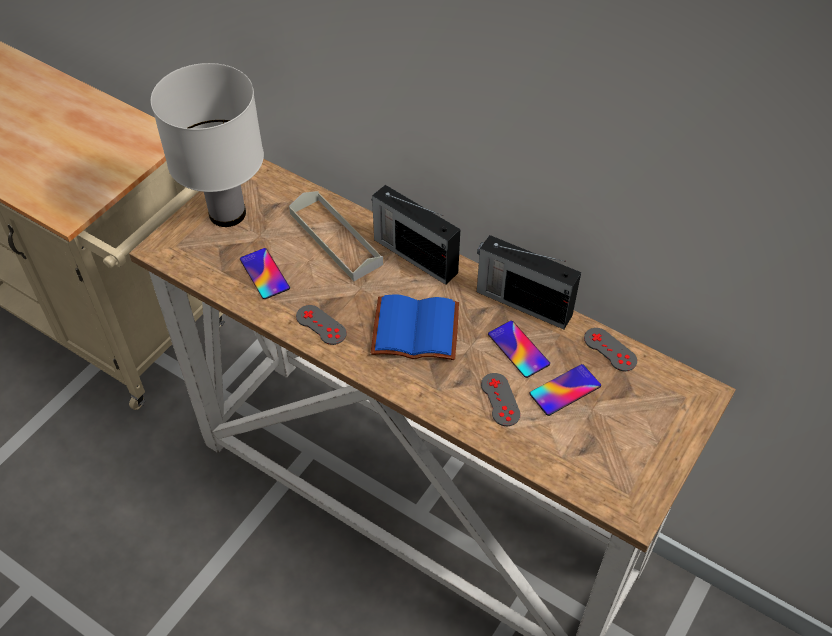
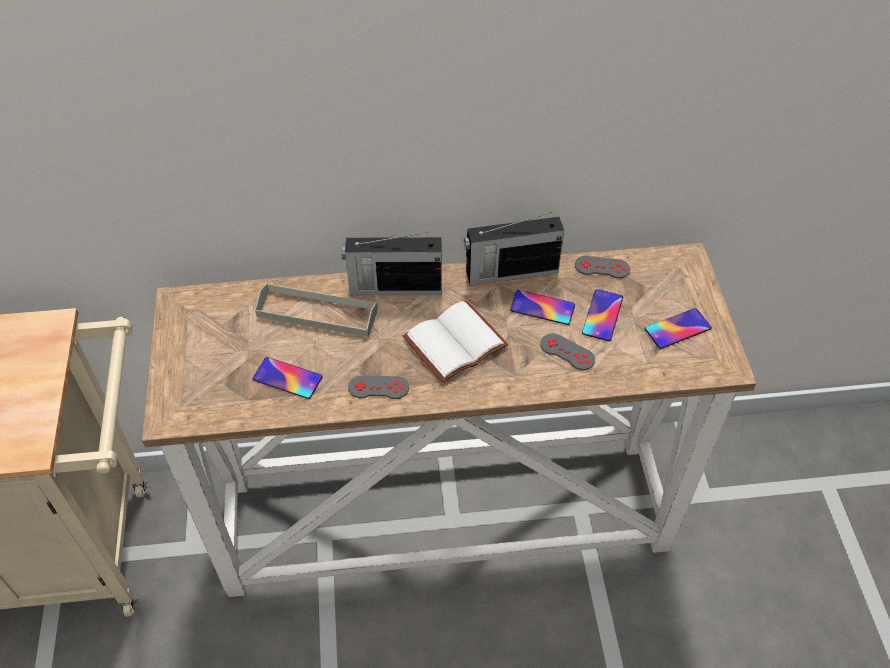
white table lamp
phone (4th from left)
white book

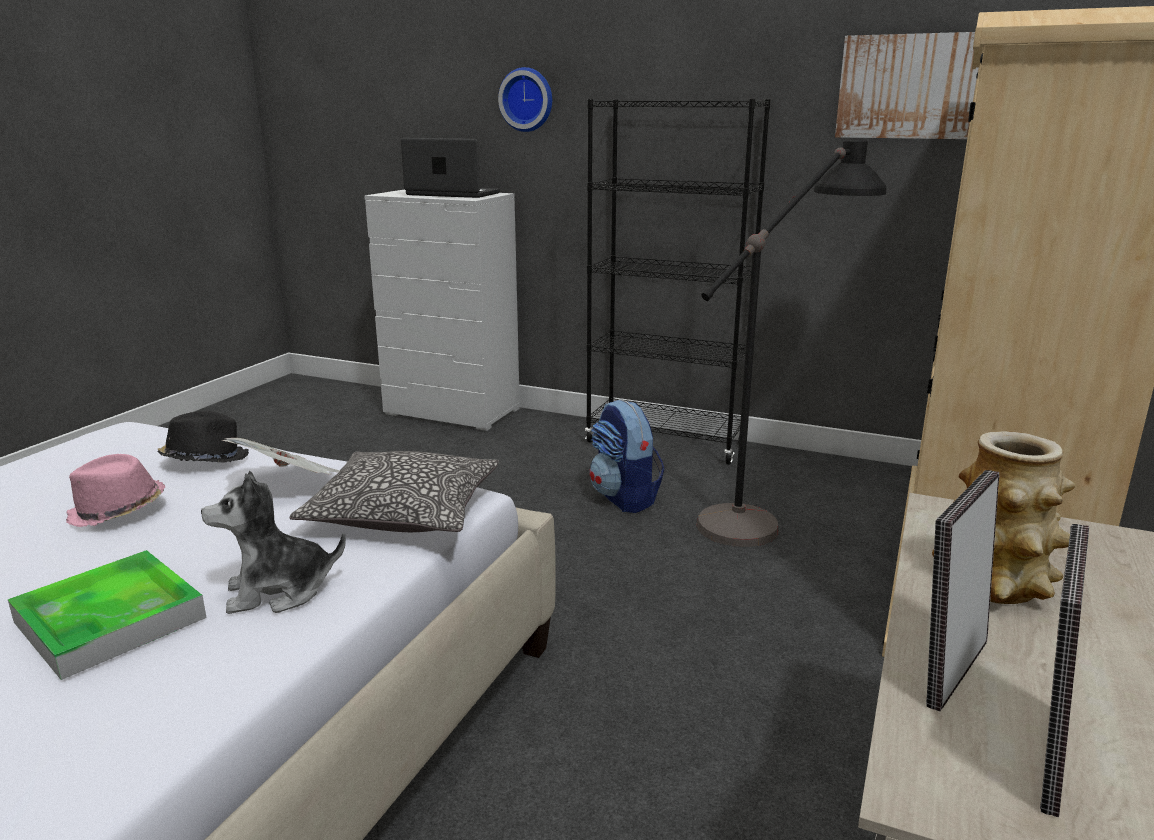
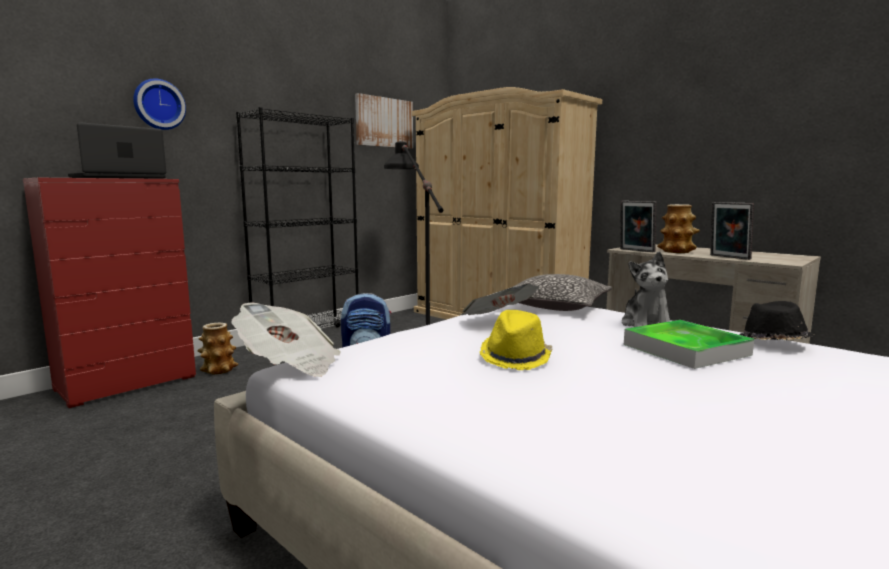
vase (1st from left)
newspaper (1st from left)
black hat
picture frame (1st from left)
yellow hat
red dresser

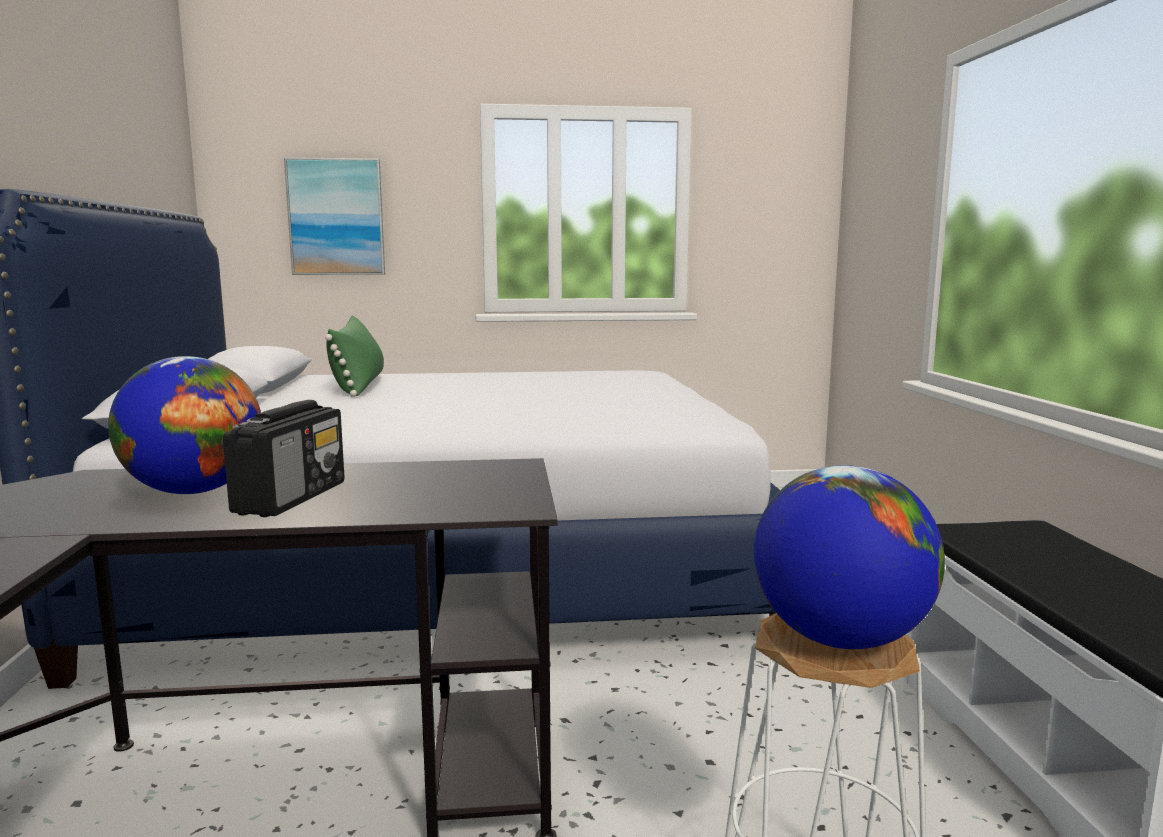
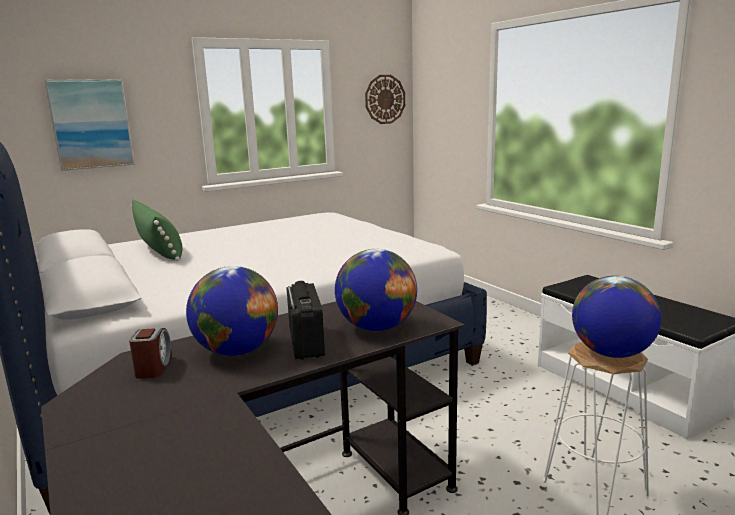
alarm clock
globe (2nd from left)
wall clock

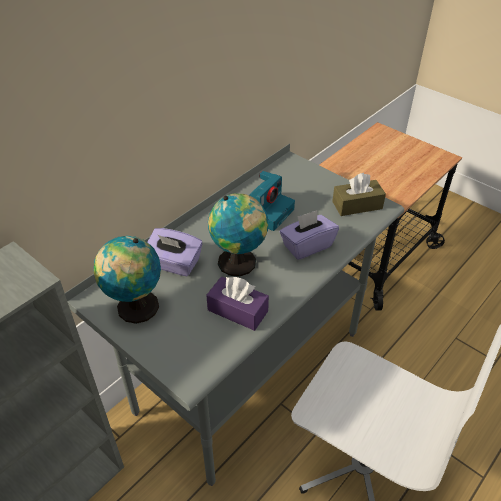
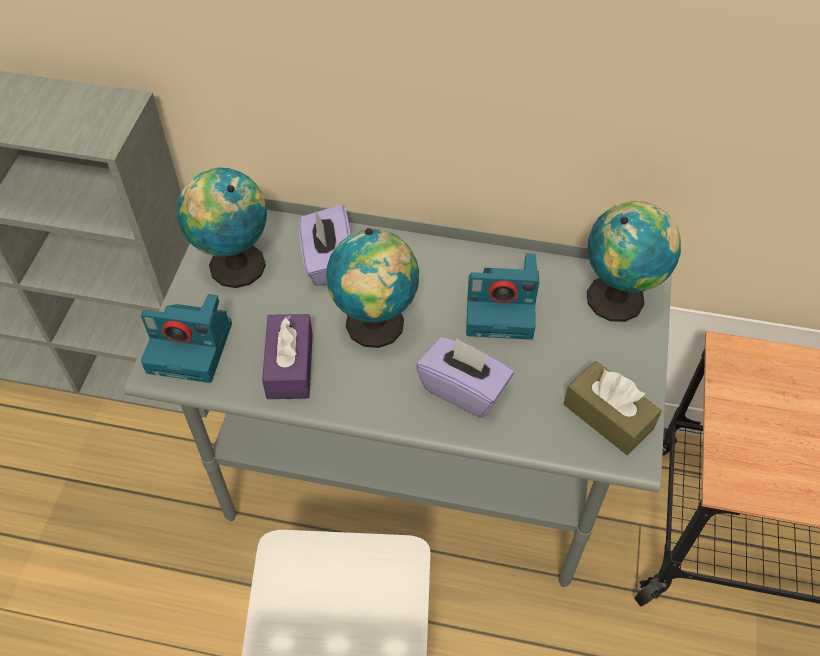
photo camera (1st from left)
globe (3rd from left)

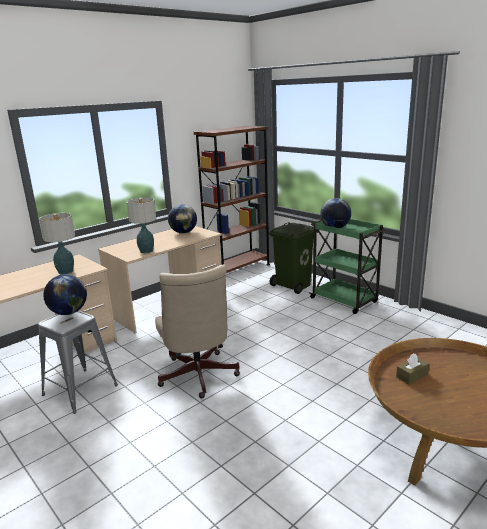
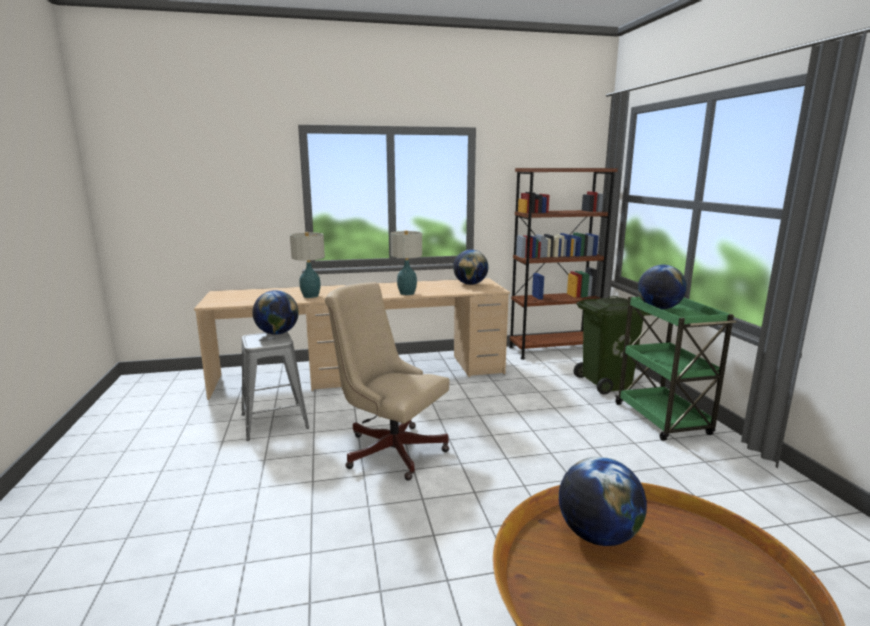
globe (3rd from left)
beige office chair

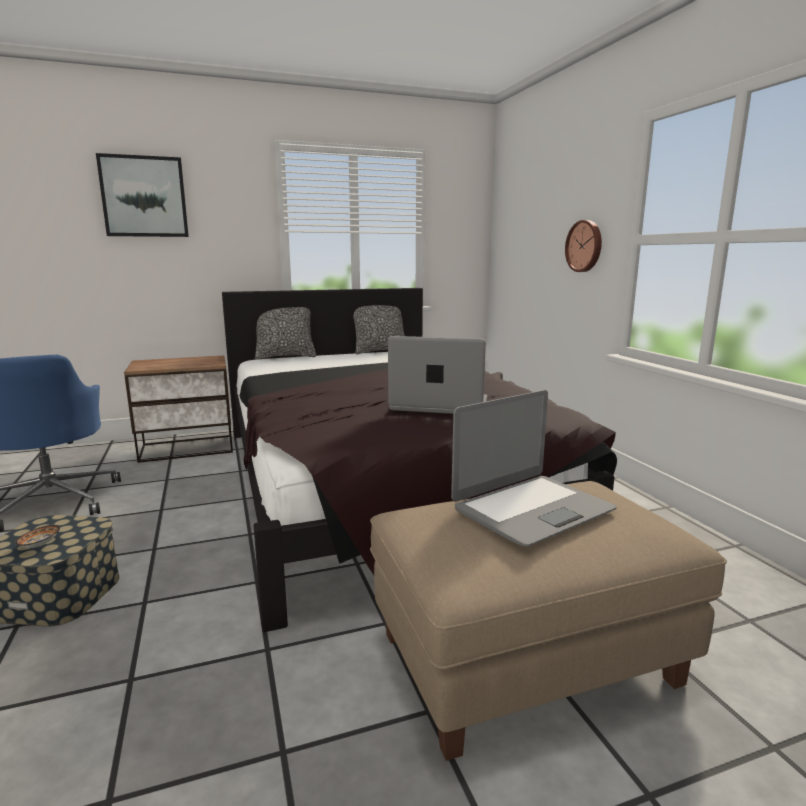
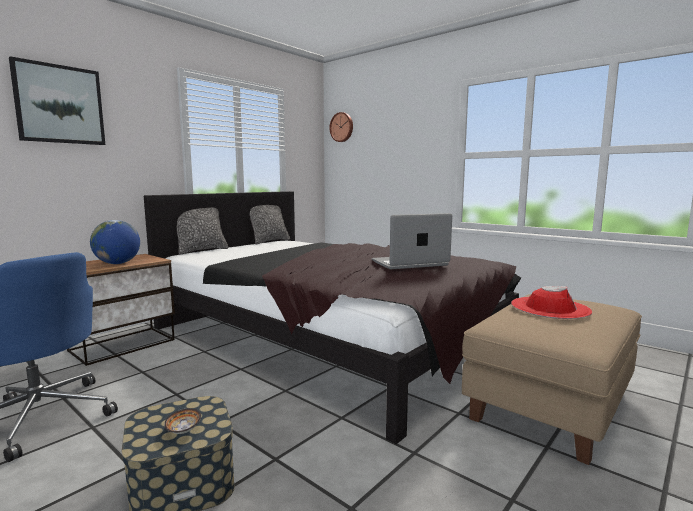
globe
wall clock
red hat

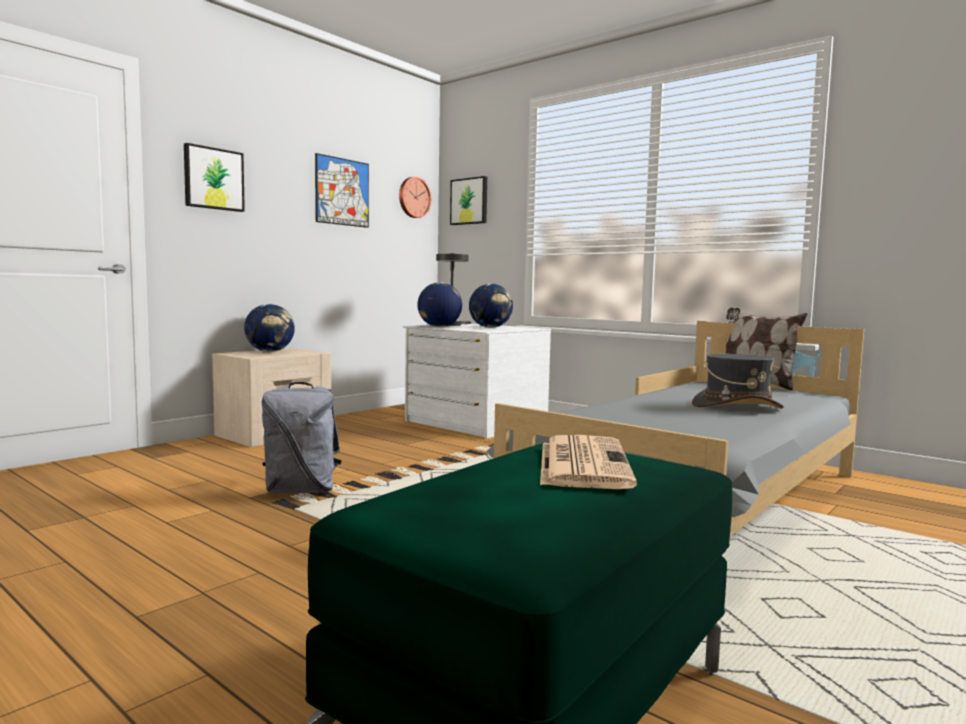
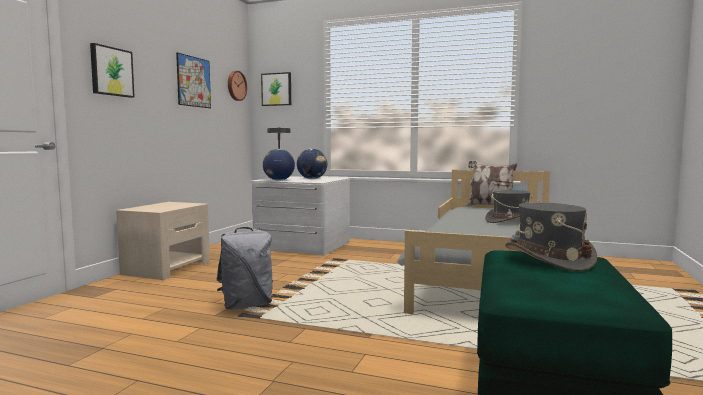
globe (1st from left in the first image)
grey hat (2nd from left)

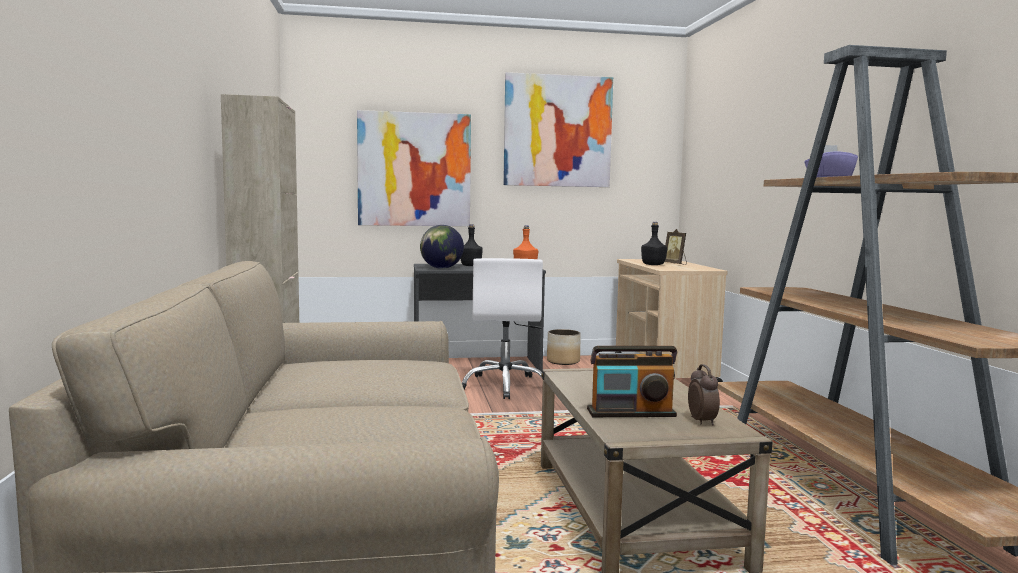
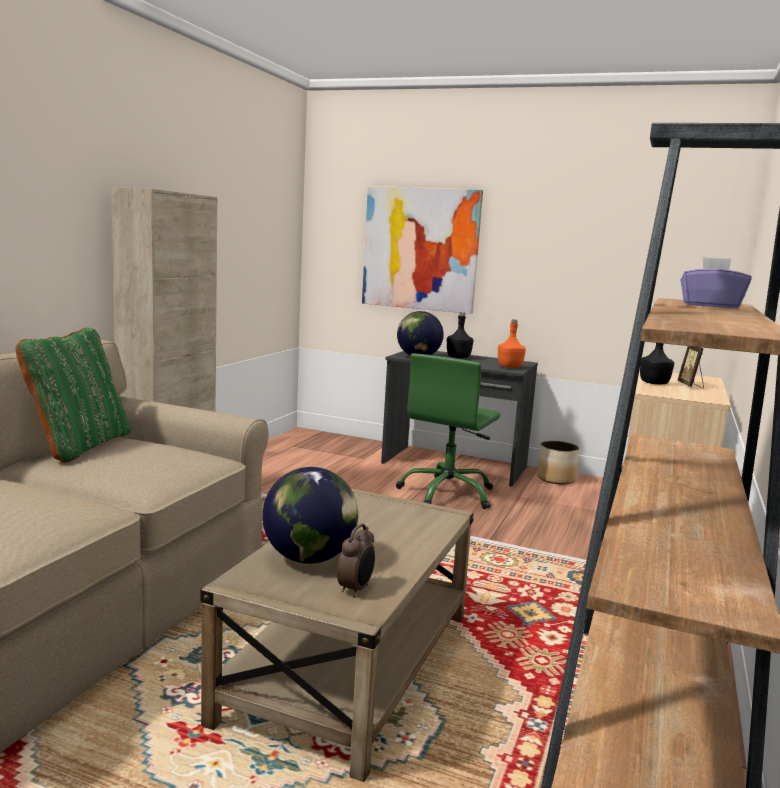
picture (2nd from left in the first image)
green pillow
globe (1st from left)
green office chair

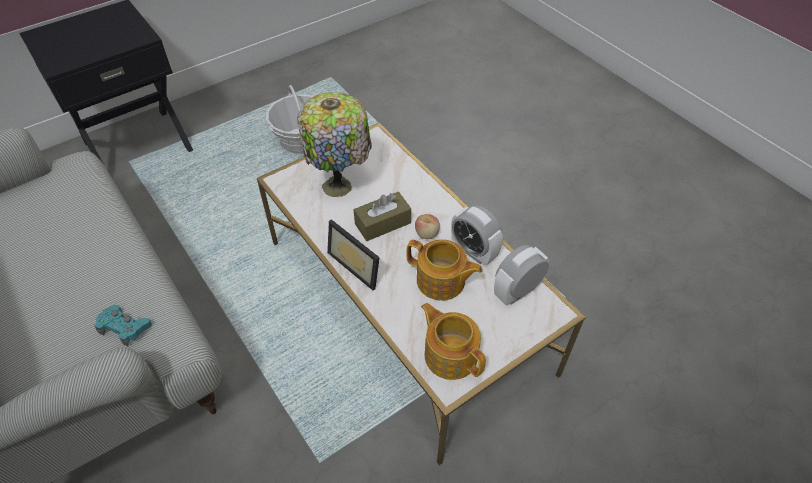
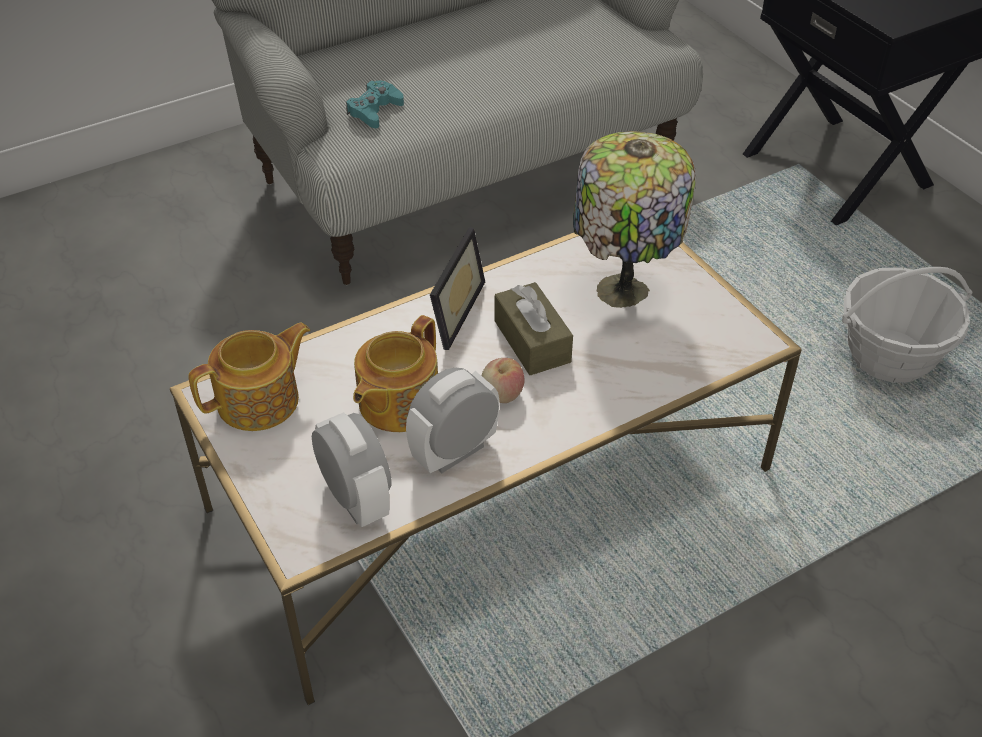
picture frame

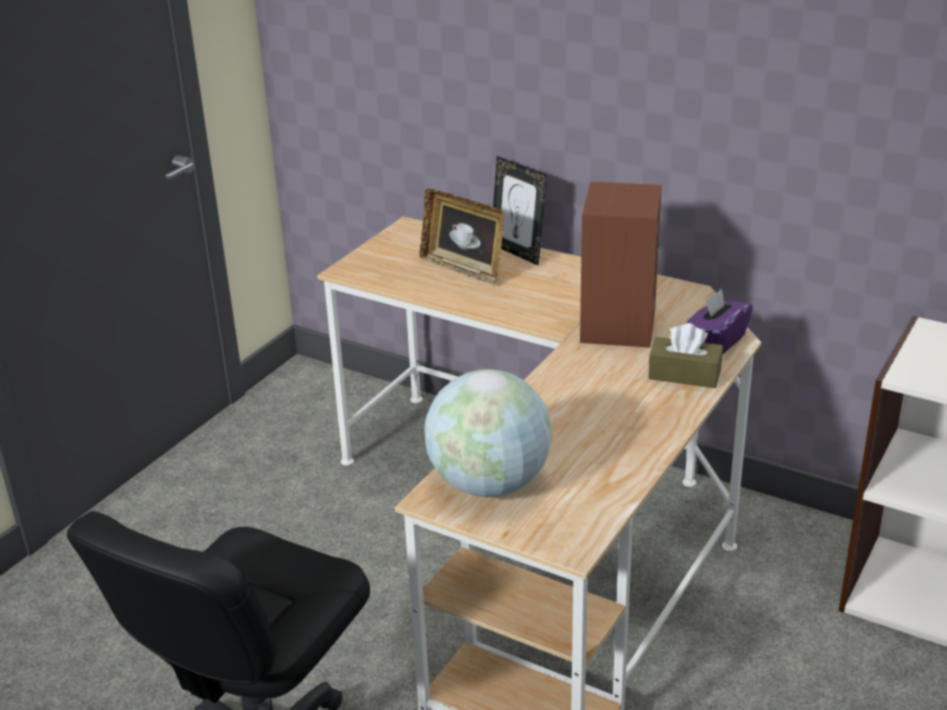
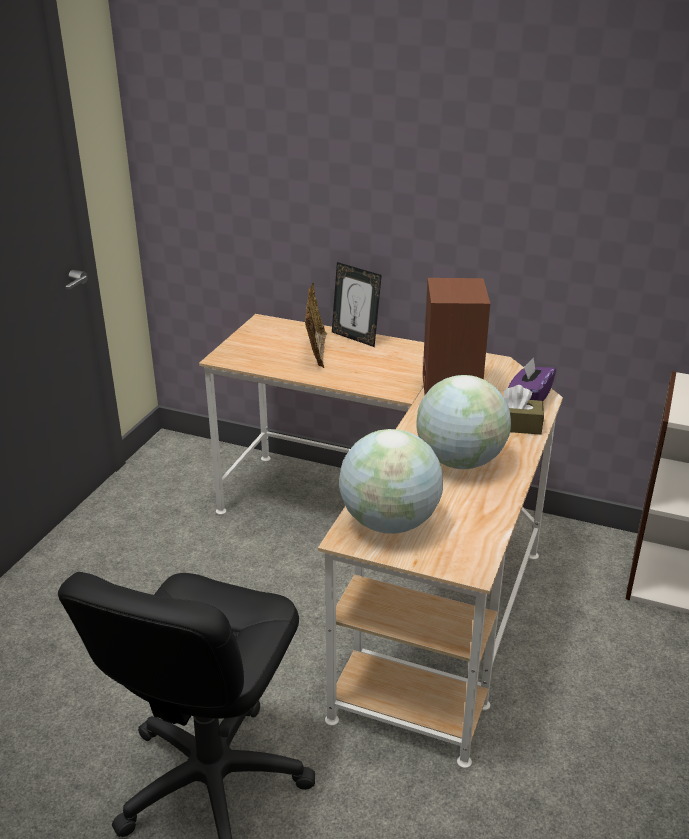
globe (2nd from left)
picture frame (1st from left)

